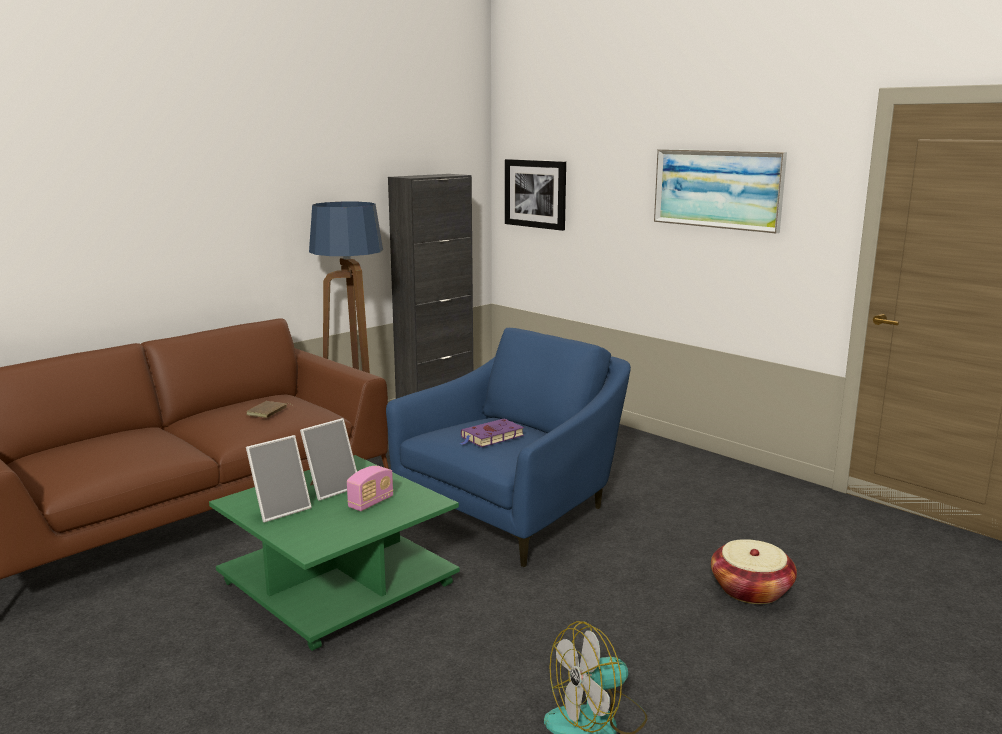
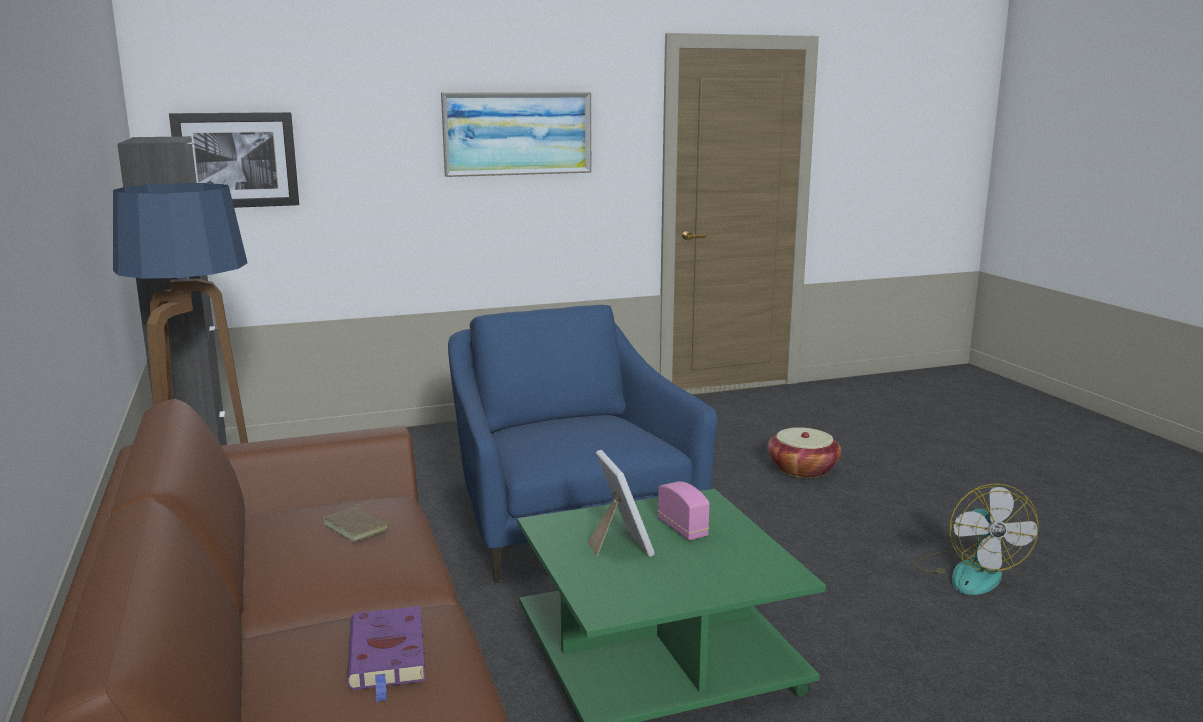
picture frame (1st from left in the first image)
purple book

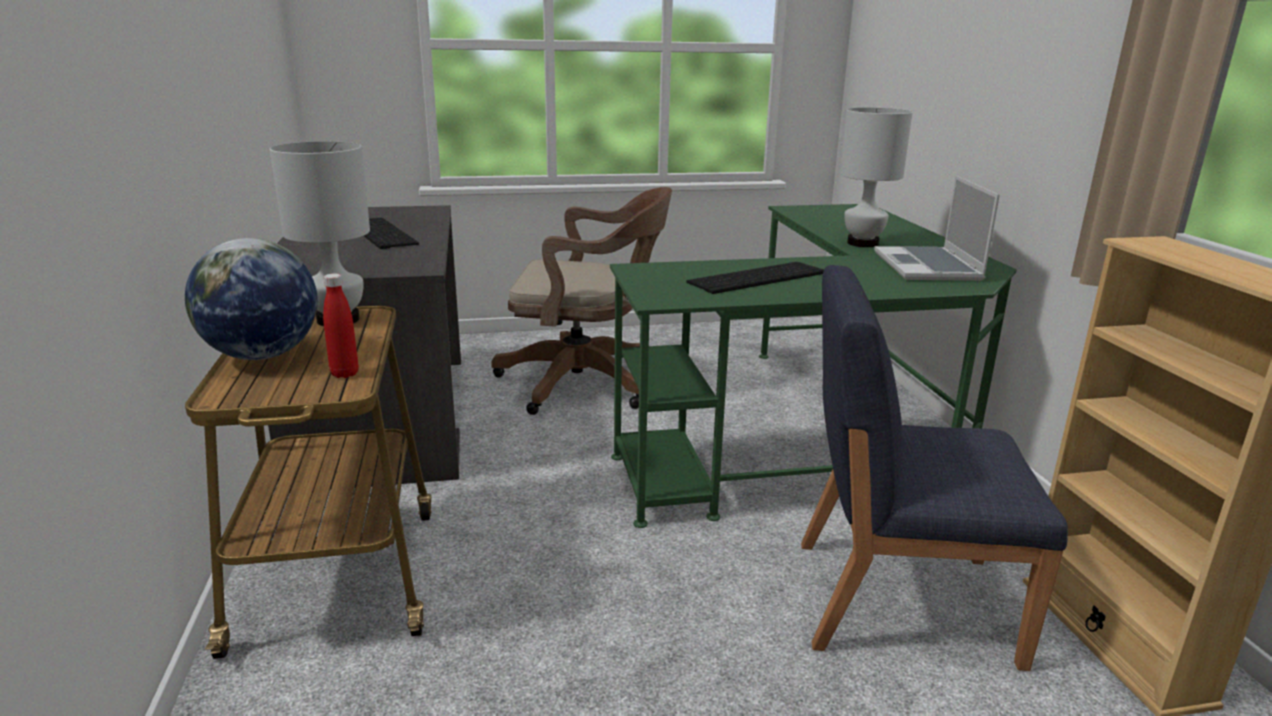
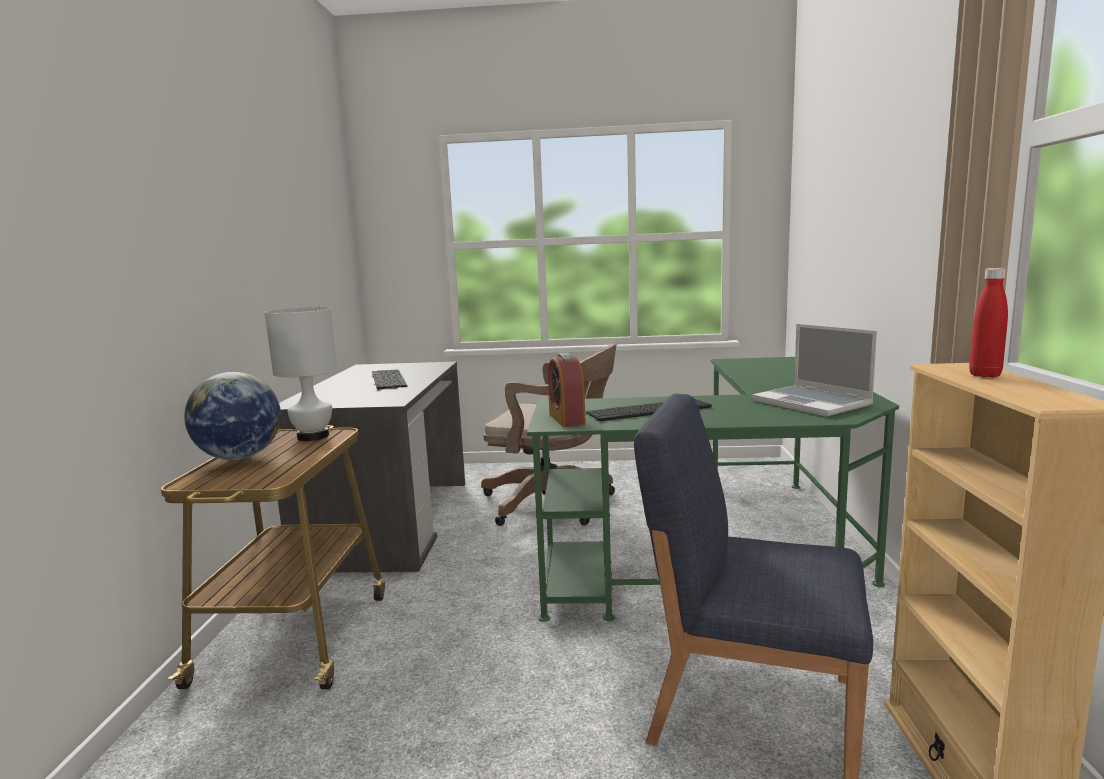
white table lamp (2nd from left in the first image)
alarm clock
red bottle
laptop

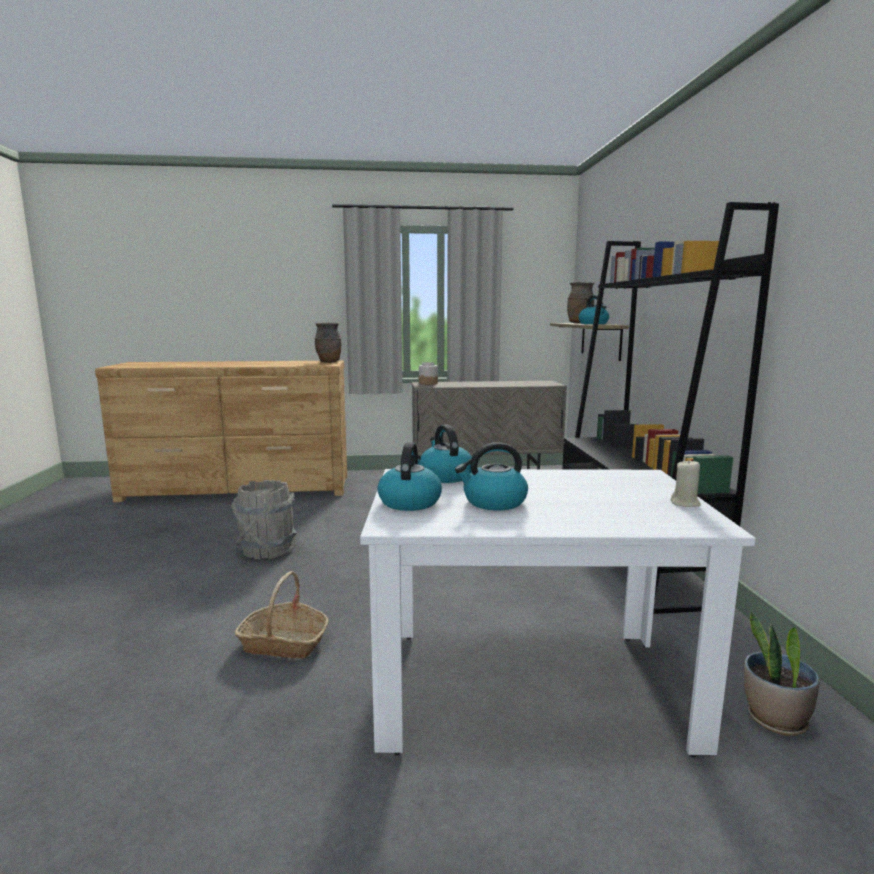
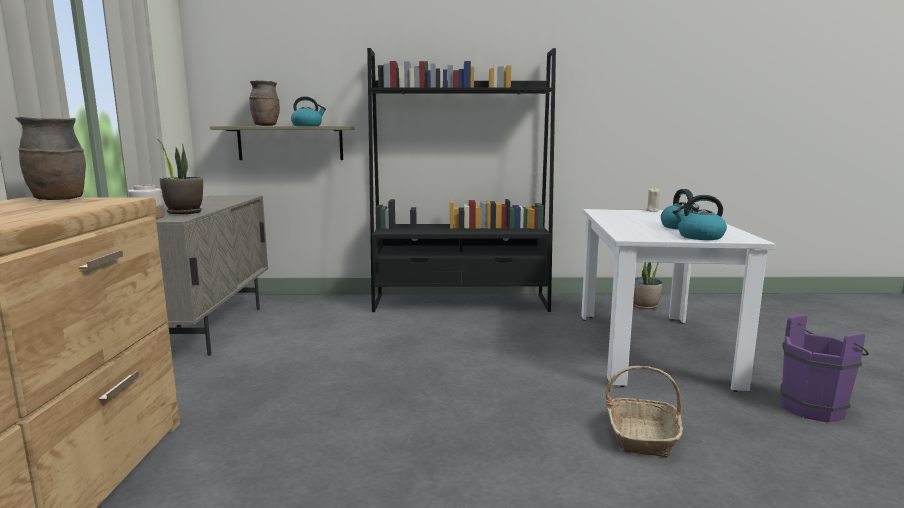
grey bucket
kettle (2nd from left in the first image)
potted plant (1st from left)
purple bucket

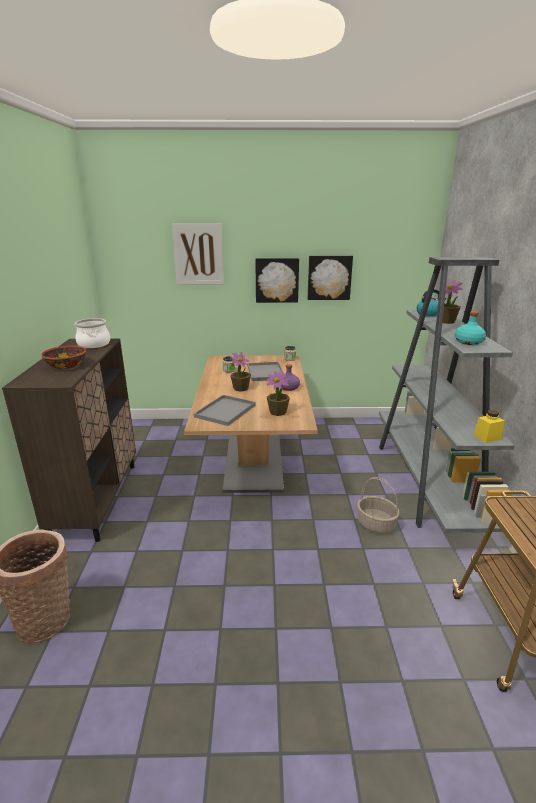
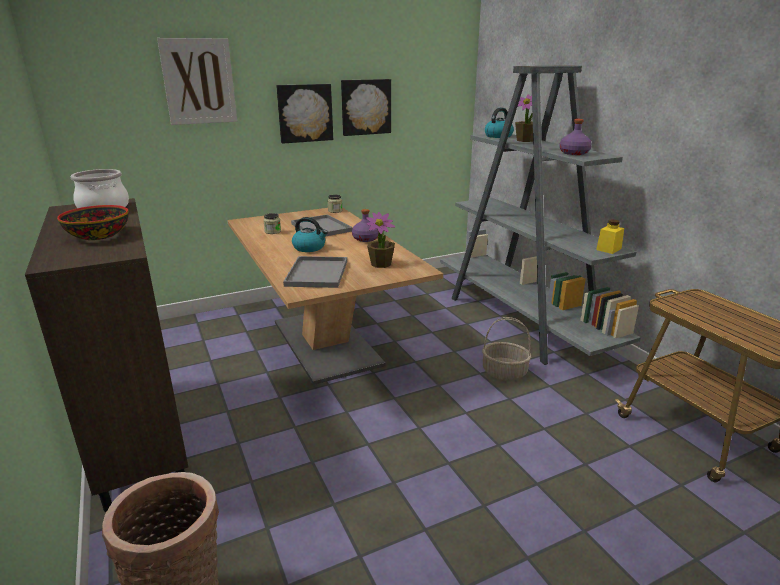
kettle (1st from left)
purple bottle (2nd from left)

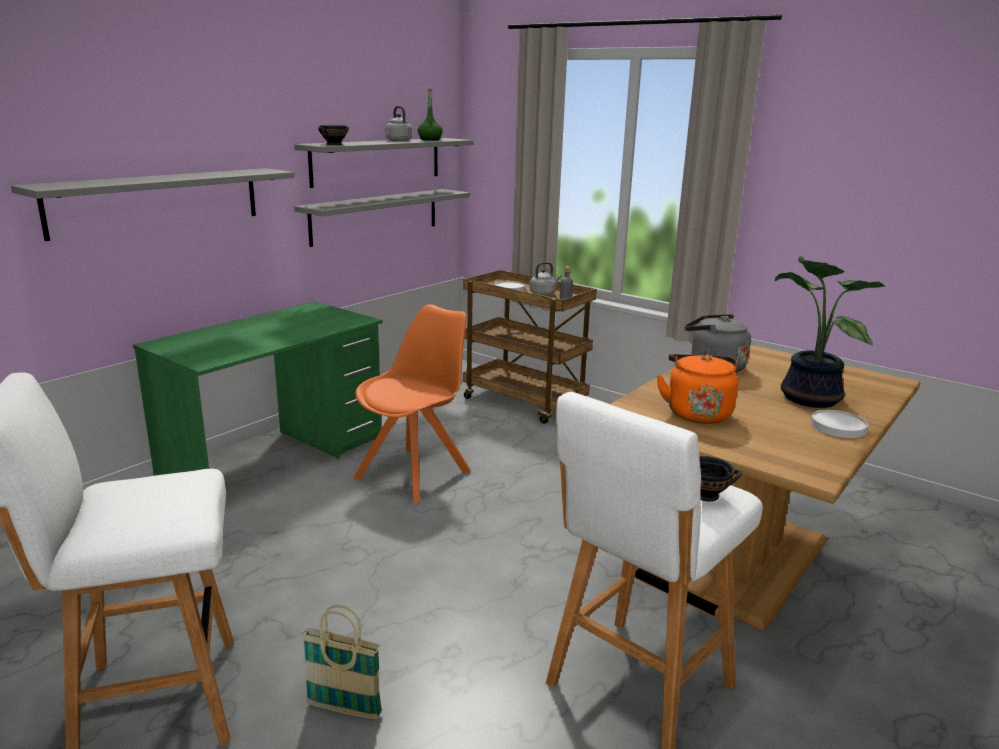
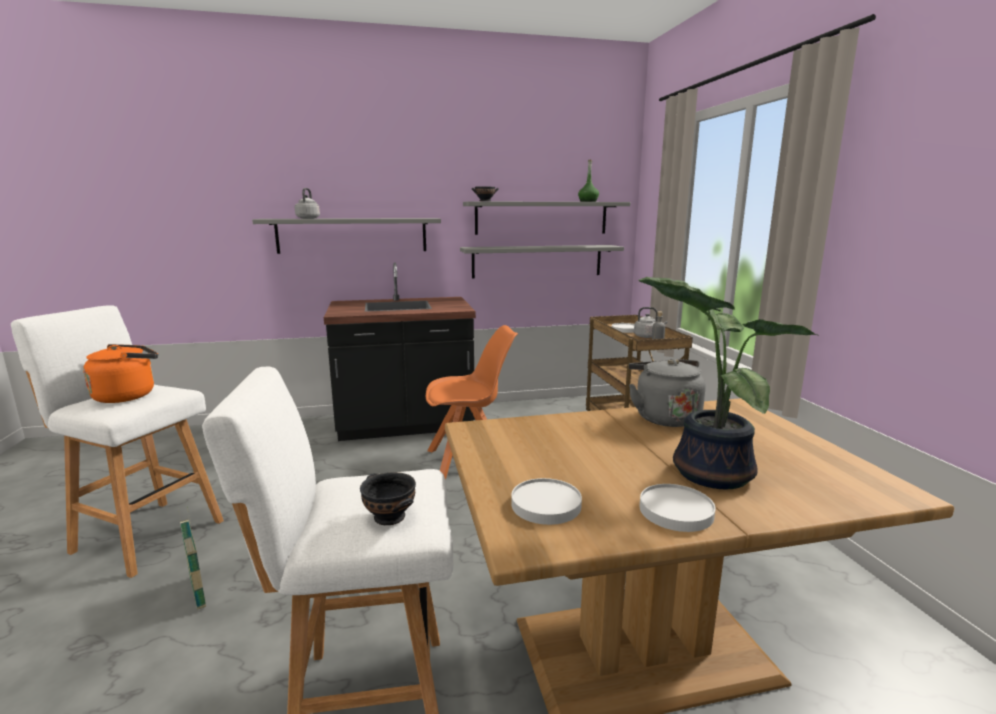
white plate (1st from left)
grey kettle (1st from left)
orange kettle
black counter

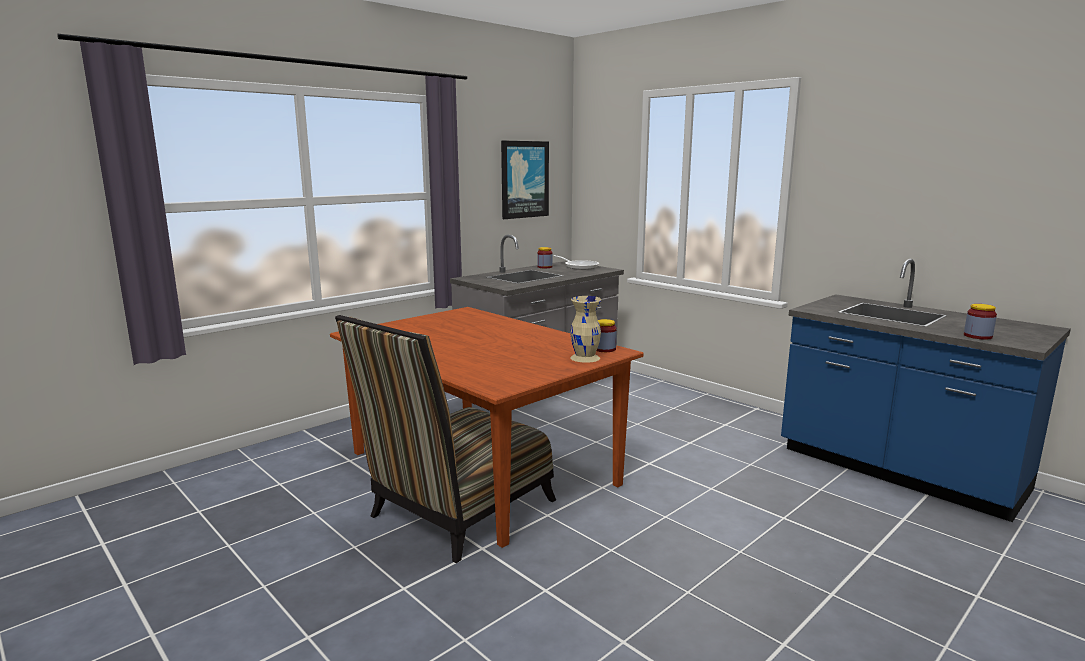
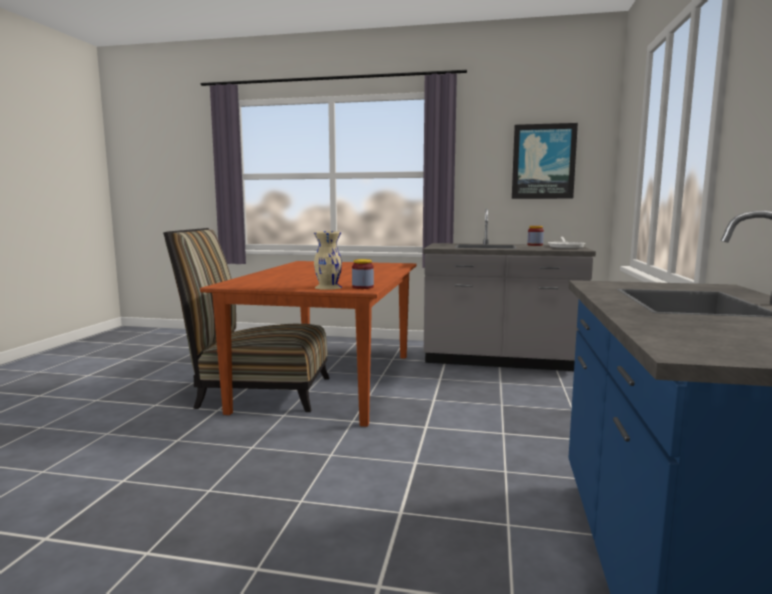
jar (3rd from left in the first image)

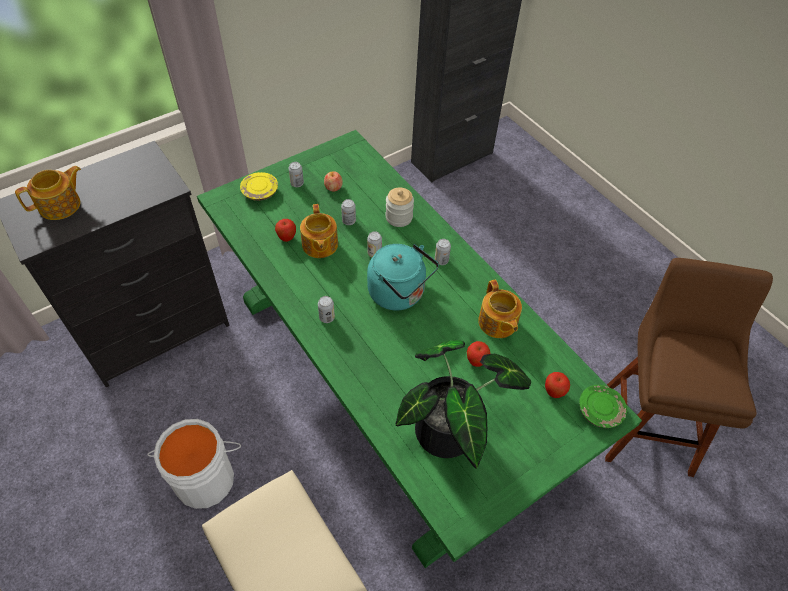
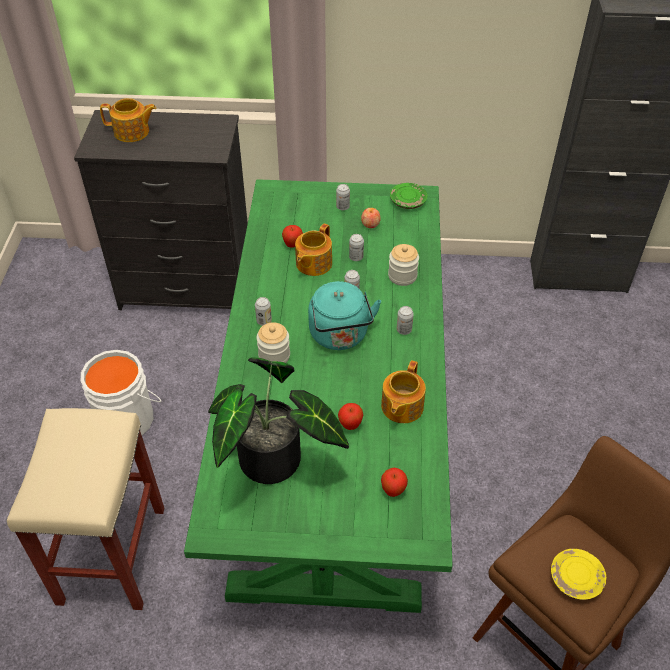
jar (1st from left)
yellow plate
green plate

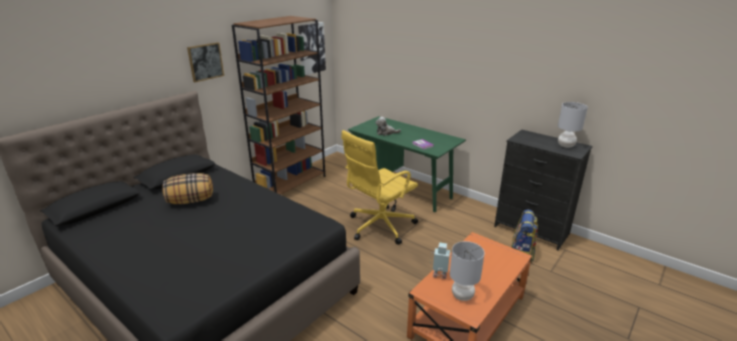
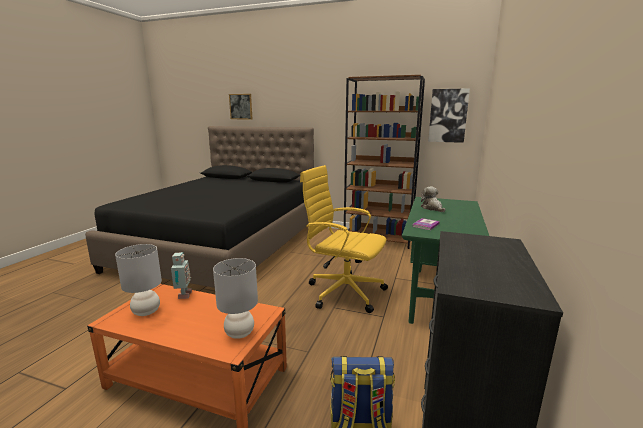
pillow
picture (1st from left)
grey table lamp (2nd from left)

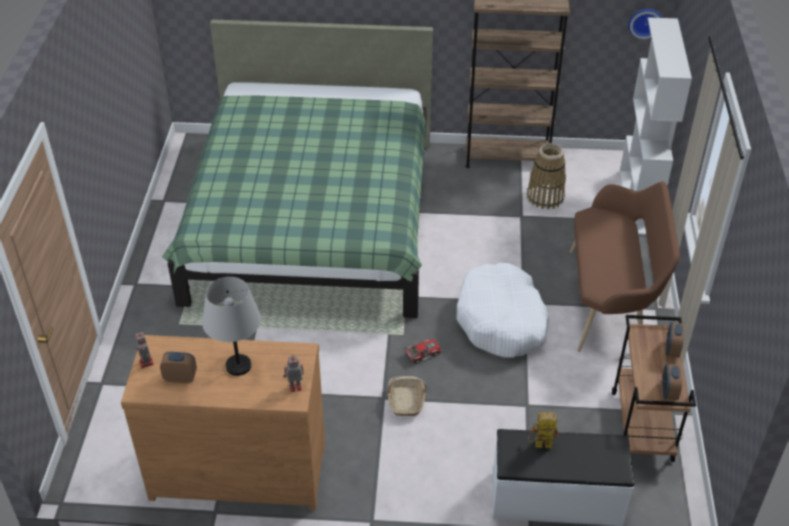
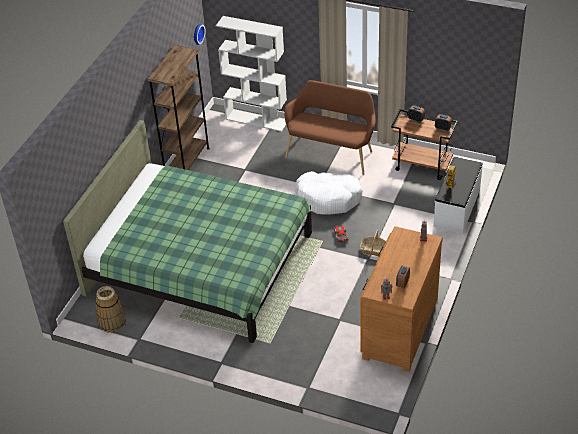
grey table lamp
basket (1st from left)

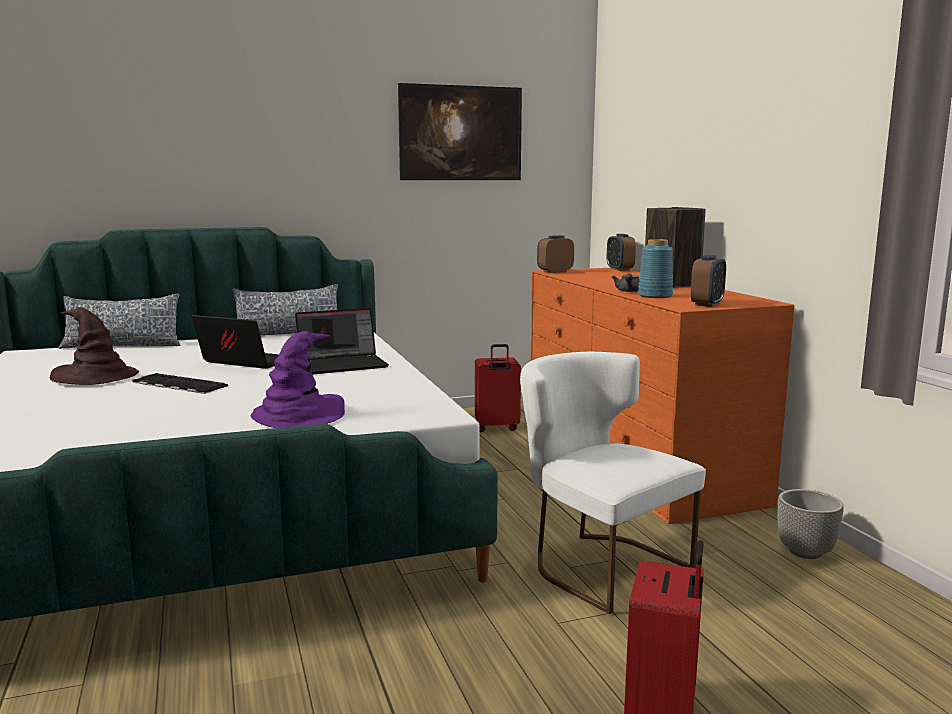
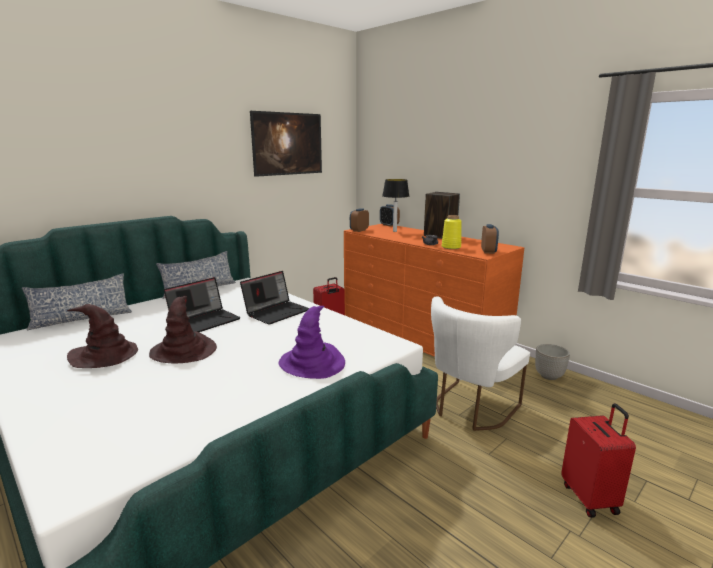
table lamp
brown hat (2nd from left)
yellow vase
laptop (1st from left)
white chair

